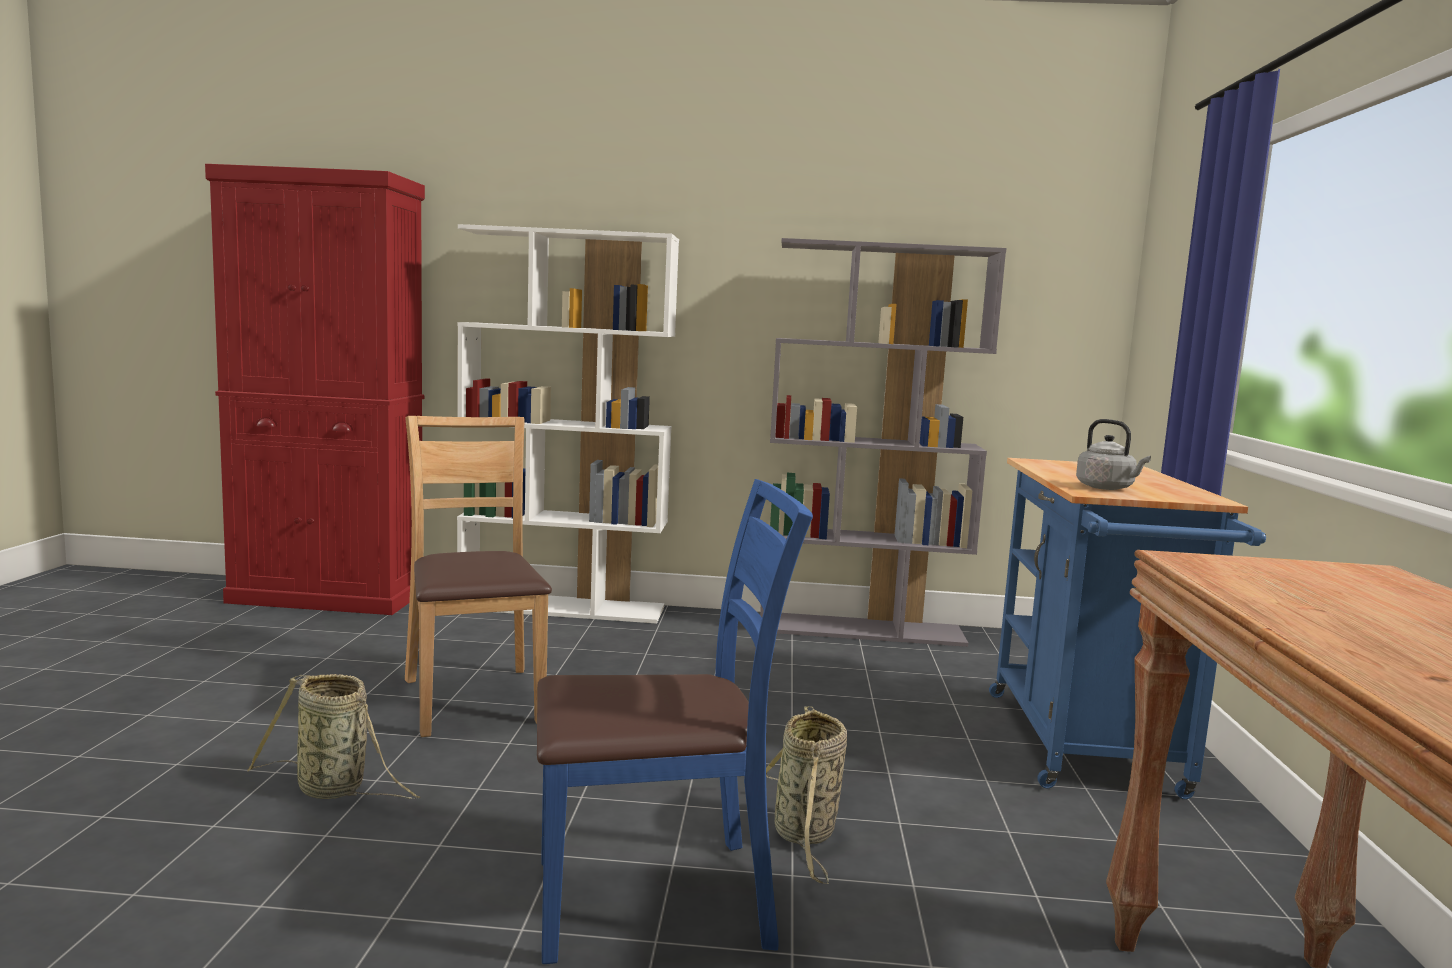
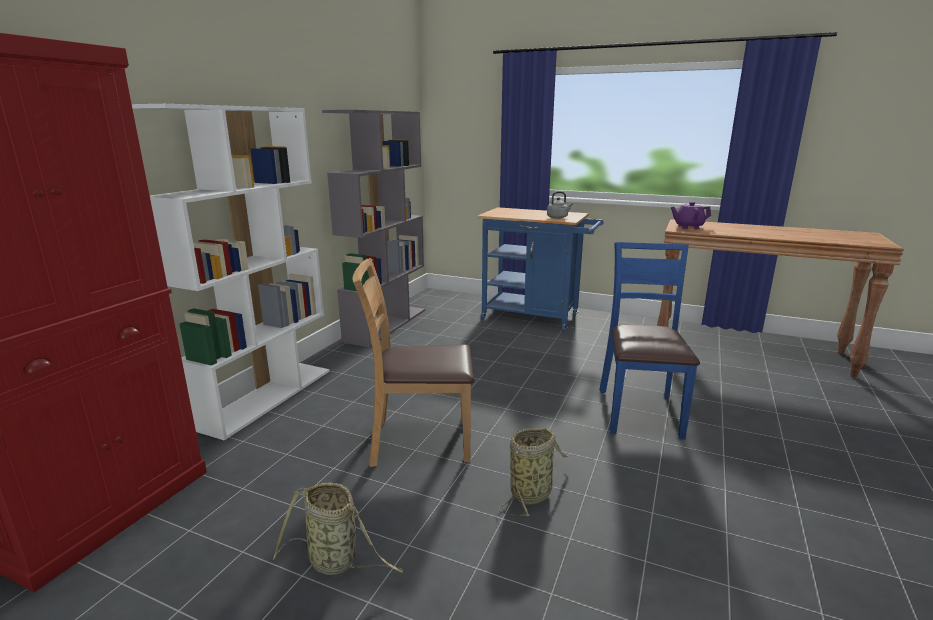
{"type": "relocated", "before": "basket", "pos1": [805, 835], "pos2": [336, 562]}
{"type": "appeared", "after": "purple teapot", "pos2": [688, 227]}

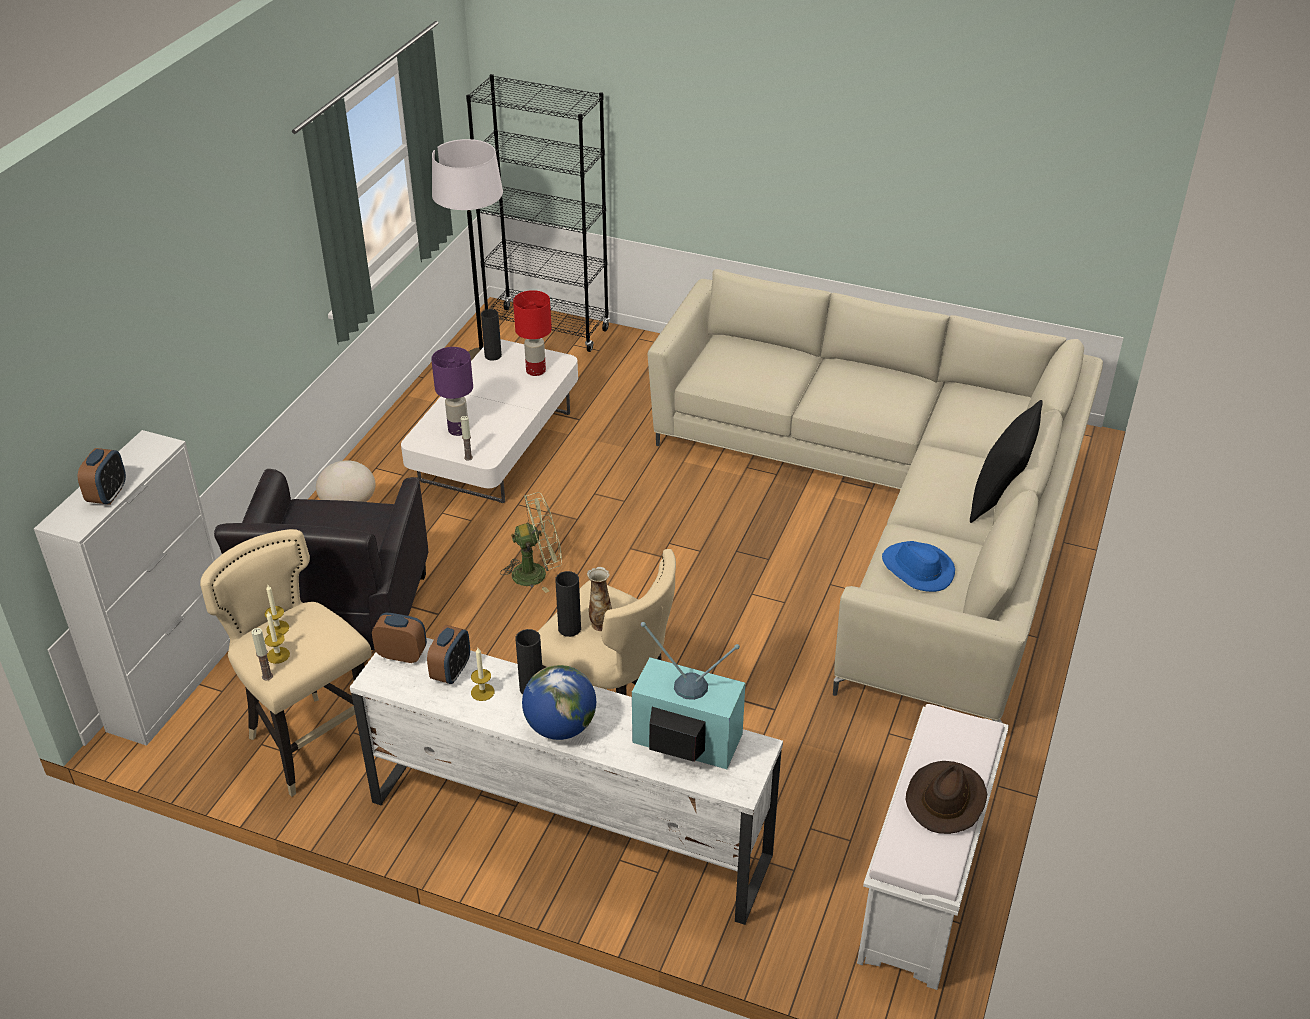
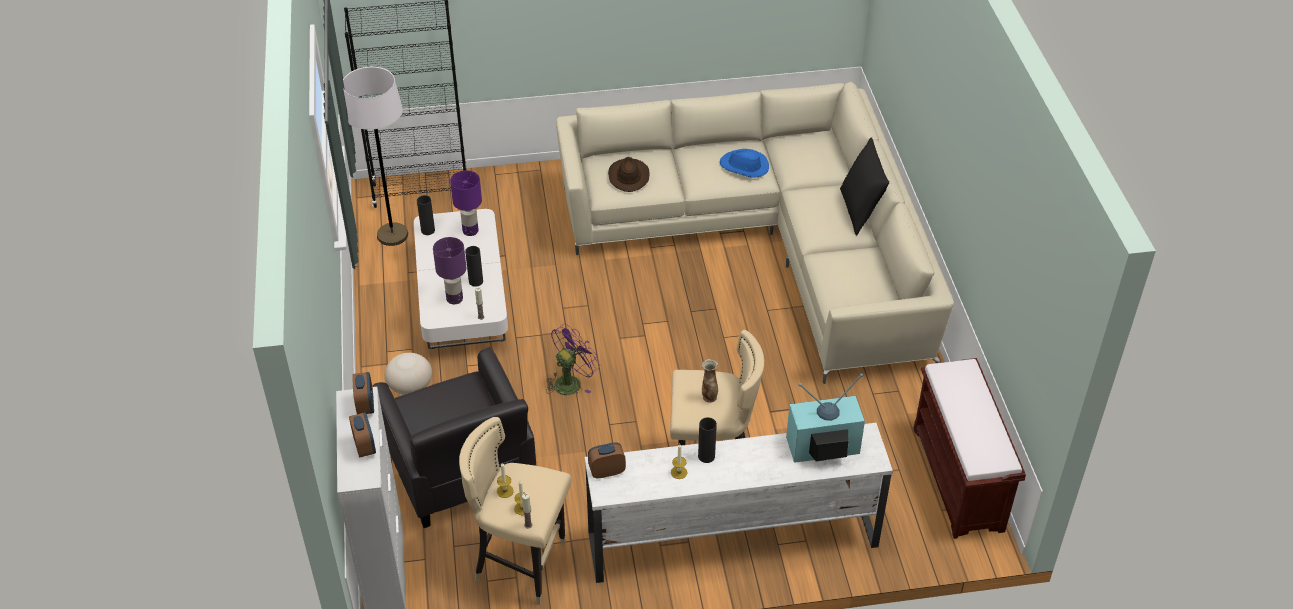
{"type": "relocated", "before": "alarm clock", "pos1": [451, 672], "pos2": [365, 405]}
{"type": "colour", "before": "red table lamp", "after": "purple table lamp", "pos1": [536, 370], "pos2": [470, 230]}
{"type": "relocated", "before": "black vase", "pos1": [569, 628], "pos2": [476, 281]}
{"type": "colour", "before": "green fan", "after": "purple fan", "pos1": [537, 572], "pos2": [571, 381]}
{"type": "relocated", "before": "brown hat", "pos1": [946, 799], "pos2": [628, 176]}
{"type": "relocated", "before": "blue hat", "pos1": [916, 569], "pos2": [744, 166]}
{"type": "colour", "before": "white bench", "after": "brown bench", "pos1": [923, 890], "pos2": [959, 480]}
{"type": "missing", "before": "globe", "pos1": [560, 727]}

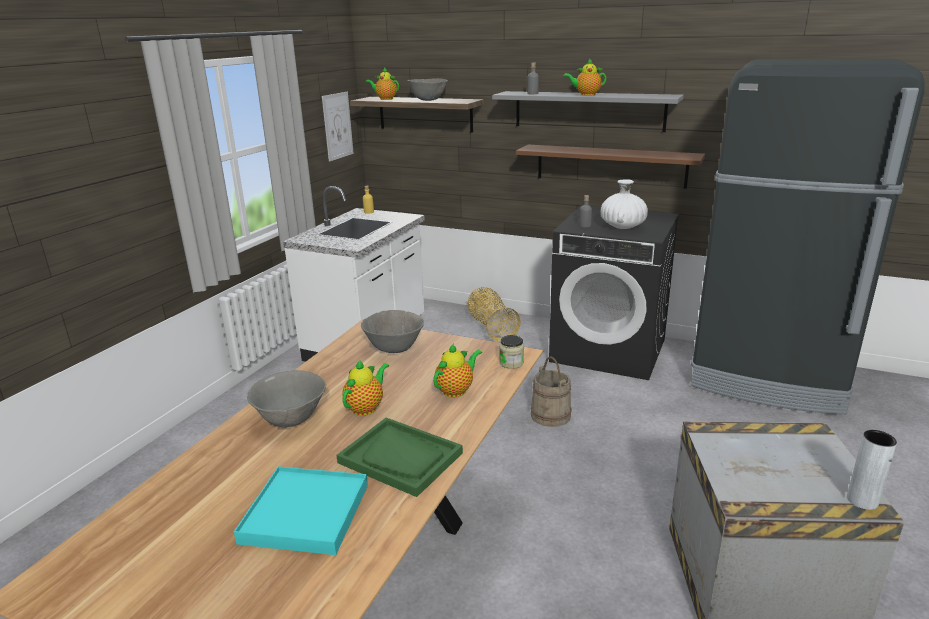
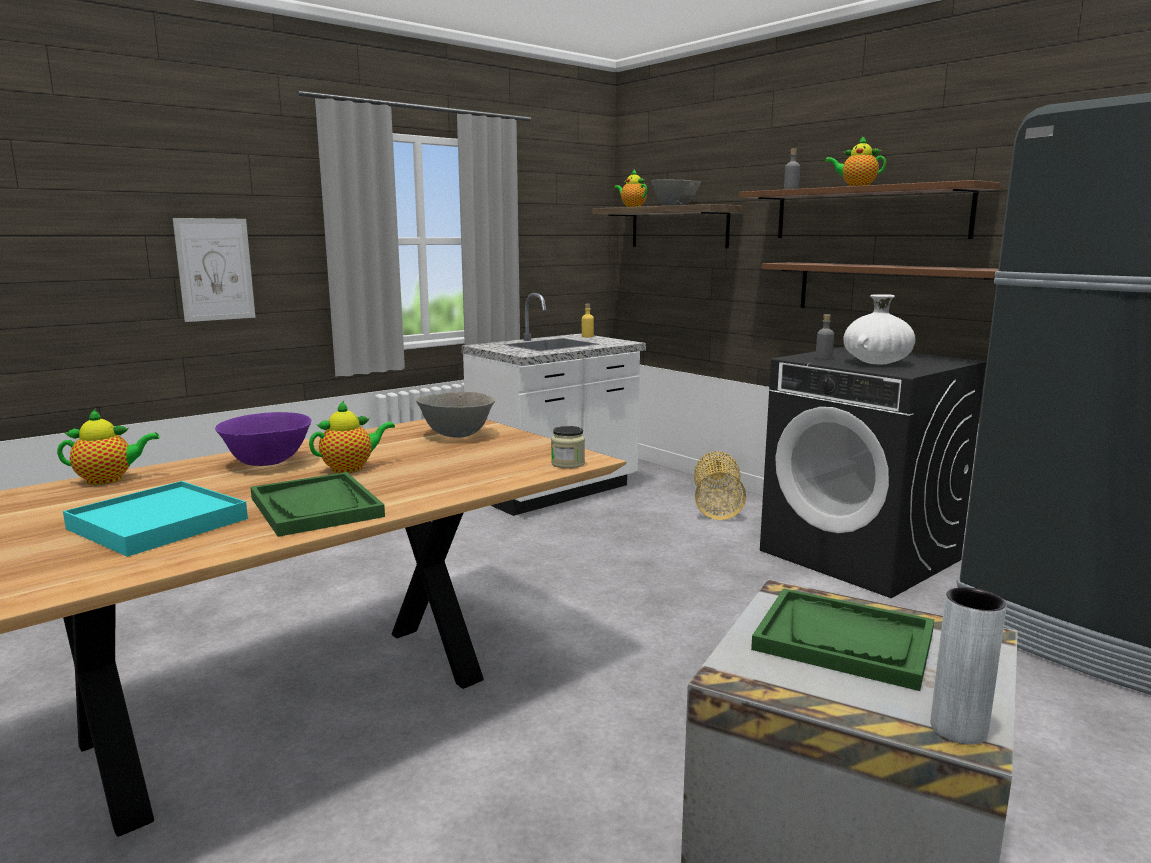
{"type": "relocated", "before": "teapot", "pos1": [456, 390], "pos2": [109, 479]}
{"type": "relocated", "before": "picture", "pos1": [337, 126], "pos2": [215, 269]}
{"type": "colour", "before": "grey bowl", "after": "purple bowl", "pos1": [291, 419], "pos2": [268, 463]}
{"type": "colour", "before": "grey shelf", "after": "brown shelf", "pos1": [588, 111], "pos2": [868, 213]}
{"type": "appeared", "after": "green tray", "pos2": [844, 641]}
{"type": "missing", "before": "beige bucket", "pos1": [551, 415]}

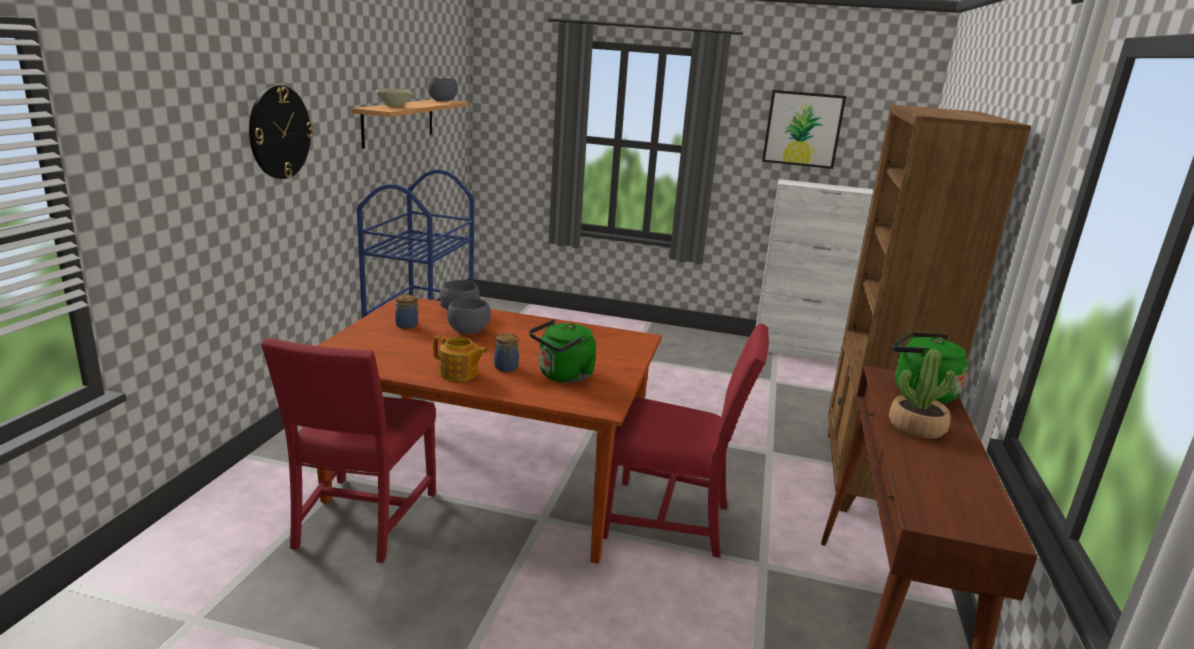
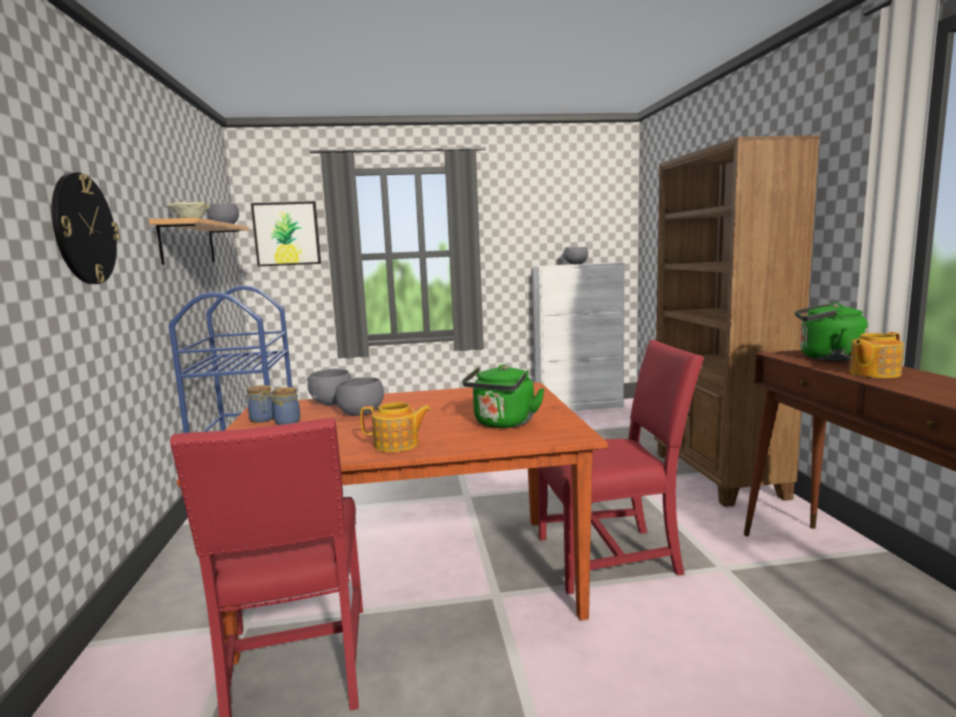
{"type": "relocated", "before": "jar", "pos1": [506, 368], "pos2": [262, 420]}
{"type": "relocated", "before": "picture", "pos1": [803, 129], "pos2": [286, 234]}
{"type": "appeared", "after": "grey bowl", "pos2": [576, 264]}
{"type": "exchanged", "before": "potted plant", "after": "teapot", "pos1": [916, 427], "pos2": [873, 373]}

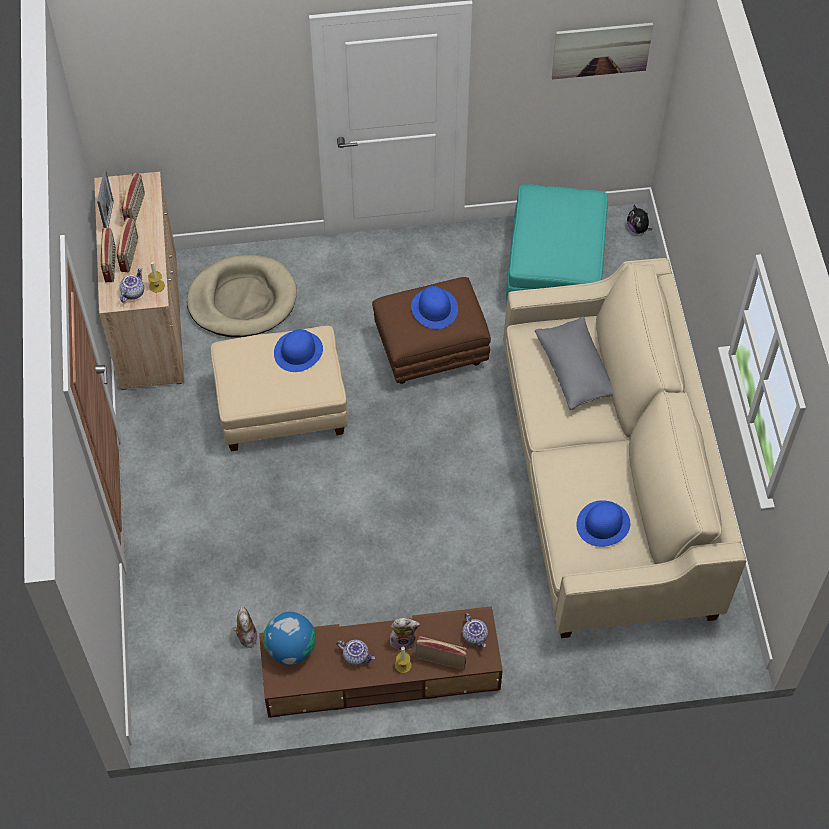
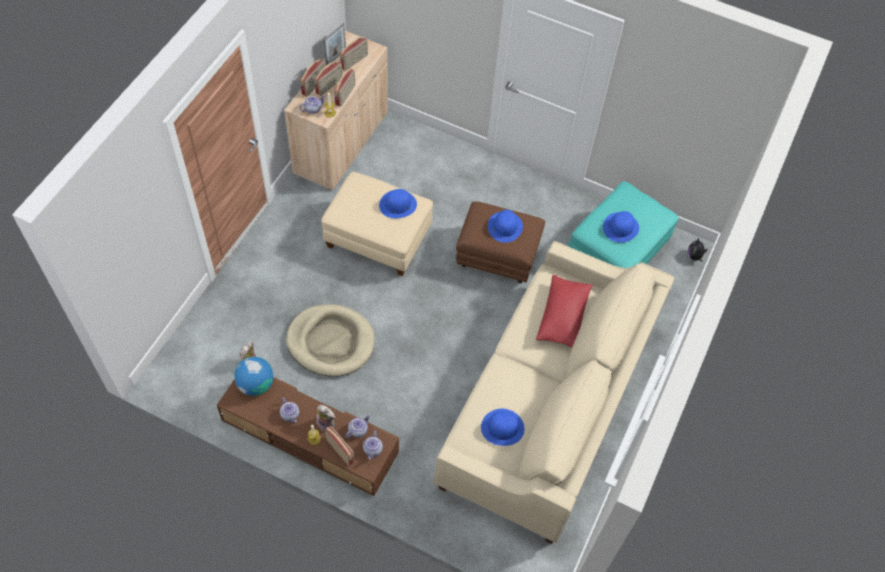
{"type": "relocated", "before": "beige dog bed", "pos1": [242, 299], "pos2": [331, 342]}
{"type": "appeared", "after": "radio", "pos2": [345, 95]}
{"type": "appeared", "after": "teapot", "pos2": [358, 430]}
{"type": "colour", "before": "grey pillow", "after": "red pillow", "pos1": [575, 370], "pos2": [563, 317]}
{"type": "appeared", "after": "blue hat", "pos2": [620, 227]}
{"type": "missing", "before": "picture", "pos1": [601, 50]}

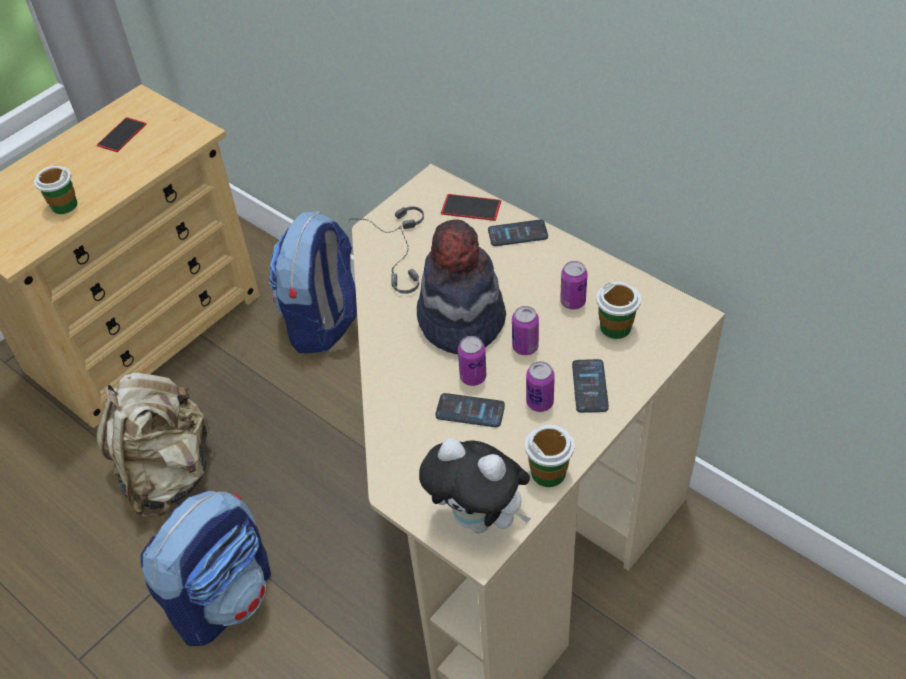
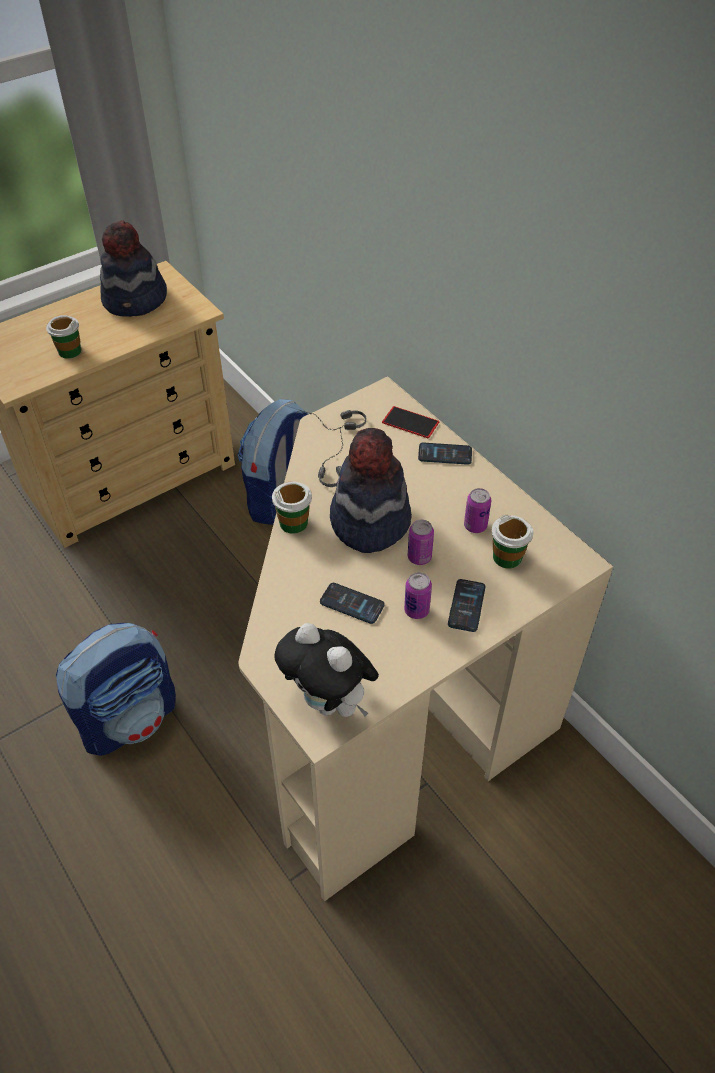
{"type": "exchanged", "before": "phone", "after": "hat", "pos1": [122, 135], "pos2": [136, 300]}
{"type": "relocated", "before": "cup", "pos1": [548, 472], "pos2": [294, 523]}
{"type": "missing", "before": "beige backpack", "pos1": [168, 474]}
{"type": "missing", "before": "can", "pos1": [473, 377]}

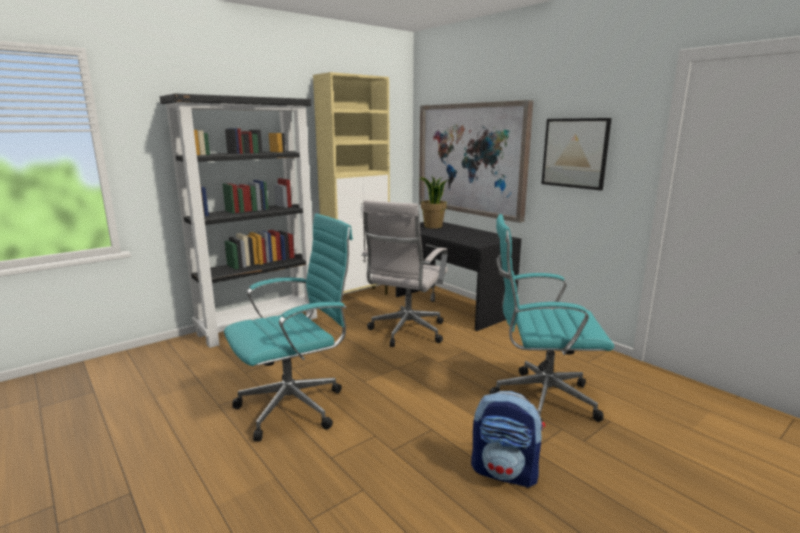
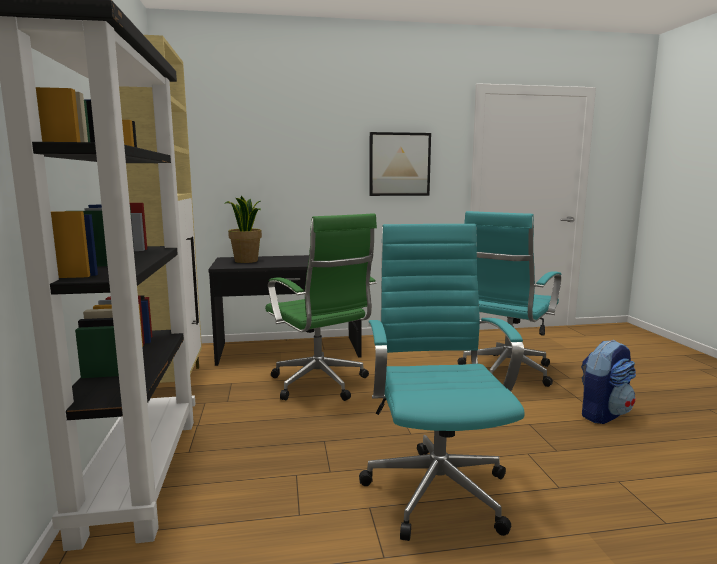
{"type": "colour", "before": "white office chair", "after": "green office chair", "pos1": [406, 332], "pos2": [321, 385]}
{"type": "missing", "before": "picture", "pos1": [471, 159]}

